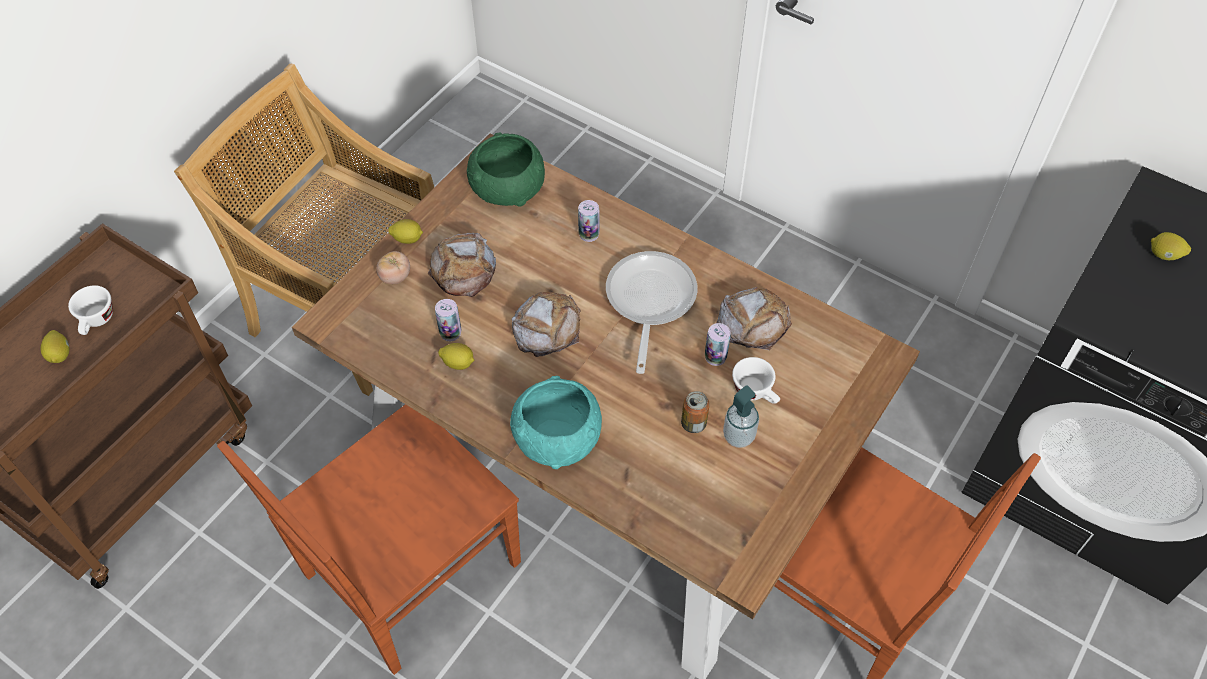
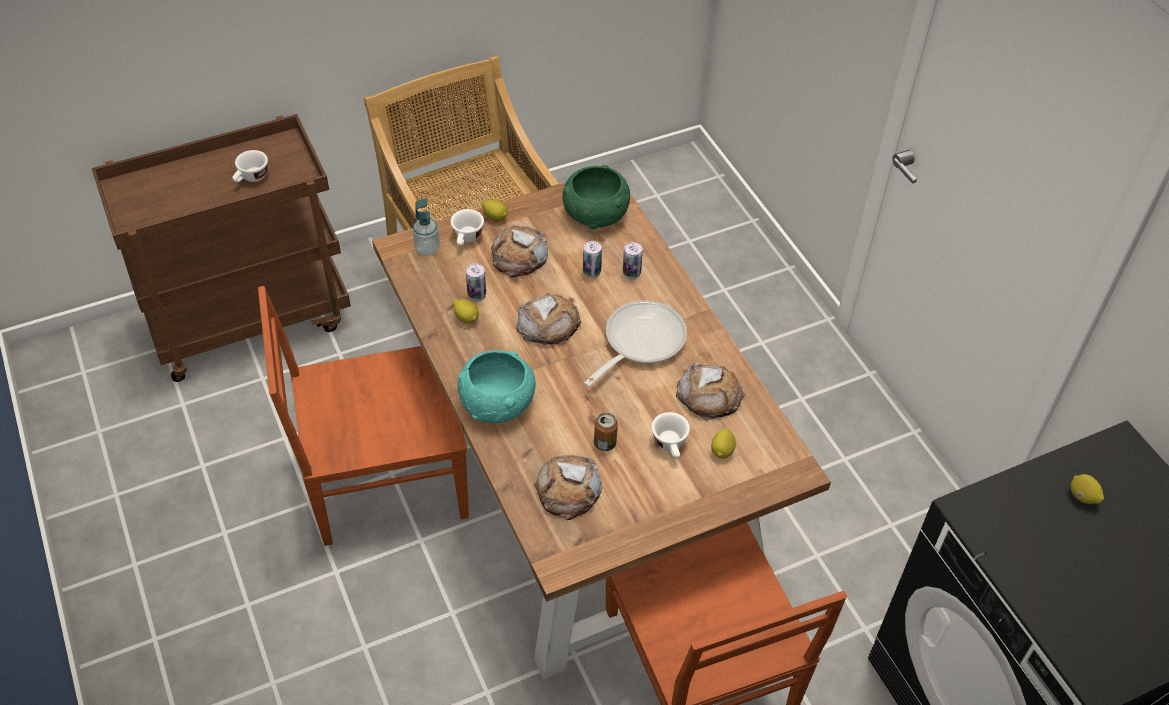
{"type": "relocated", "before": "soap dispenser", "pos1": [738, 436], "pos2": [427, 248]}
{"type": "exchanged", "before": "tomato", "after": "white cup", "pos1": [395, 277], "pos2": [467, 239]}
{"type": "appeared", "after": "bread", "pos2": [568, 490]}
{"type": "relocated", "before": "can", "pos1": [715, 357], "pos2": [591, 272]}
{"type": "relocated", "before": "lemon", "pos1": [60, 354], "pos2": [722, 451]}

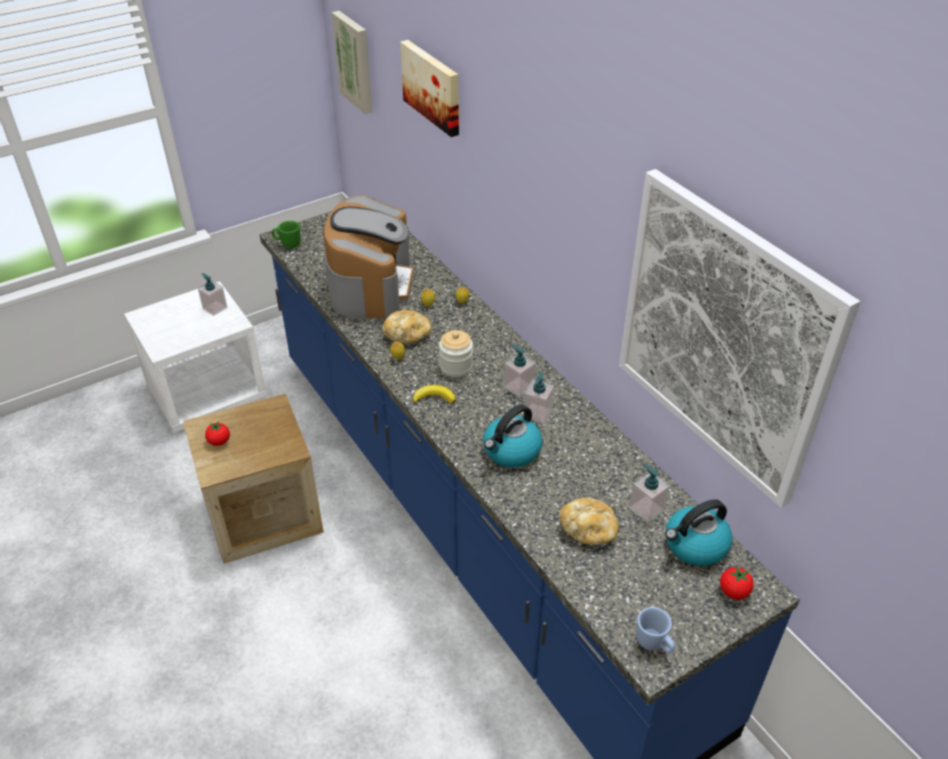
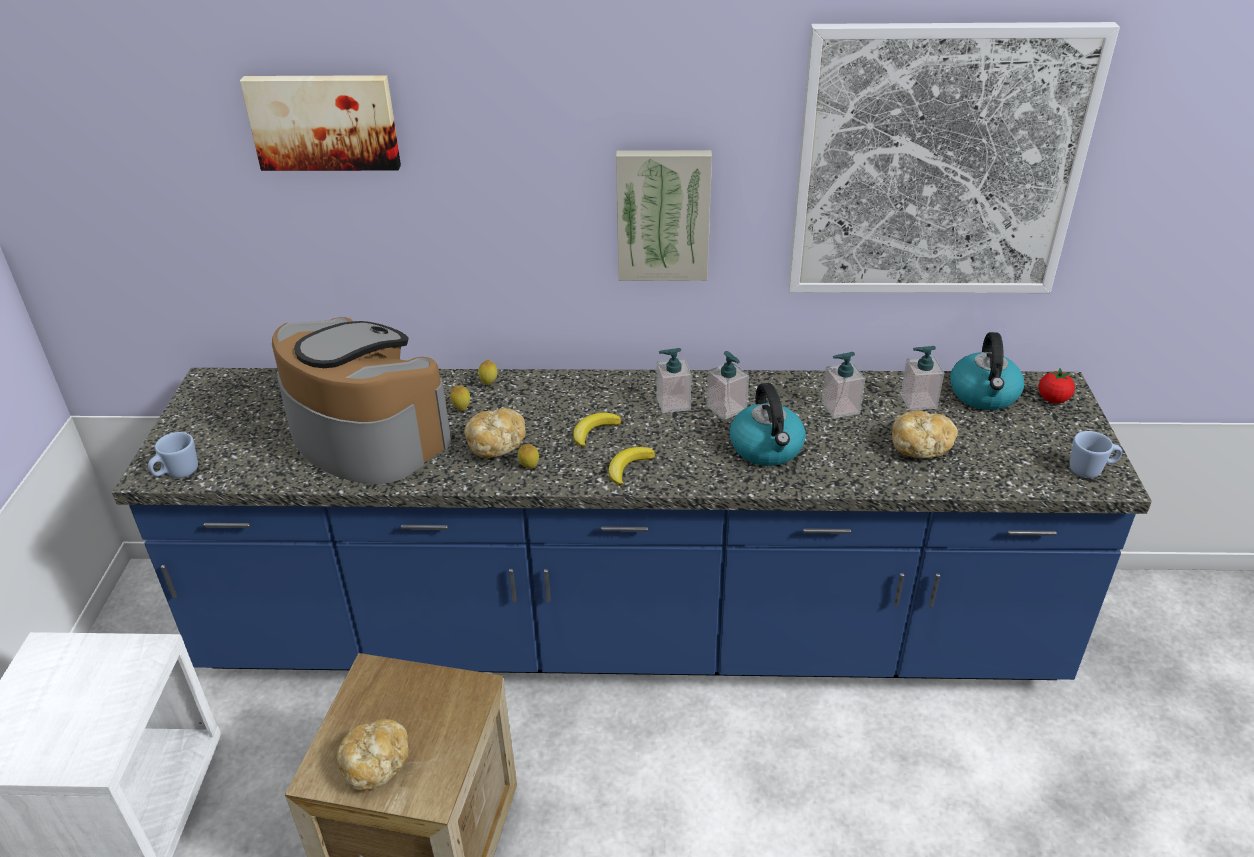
{"type": "colour", "before": "green mug", "after": "blue mug", "pos1": [287, 244], "pos2": [177, 474]}
{"type": "exchanged", "before": "tomato", "after": "bread", "pos1": [219, 441], "pos2": [376, 764]}
{"type": "exchanged", "before": "jar", "after": "banana", "pos1": [456, 367], "pos2": [594, 431]}
{"type": "relocated", "before": "picture", "pos1": [356, 62], "pos2": [663, 214]}
{"type": "relocated", "before": "soap dispenser", "pos1": [215, 308], "pos2": [840, 408]}

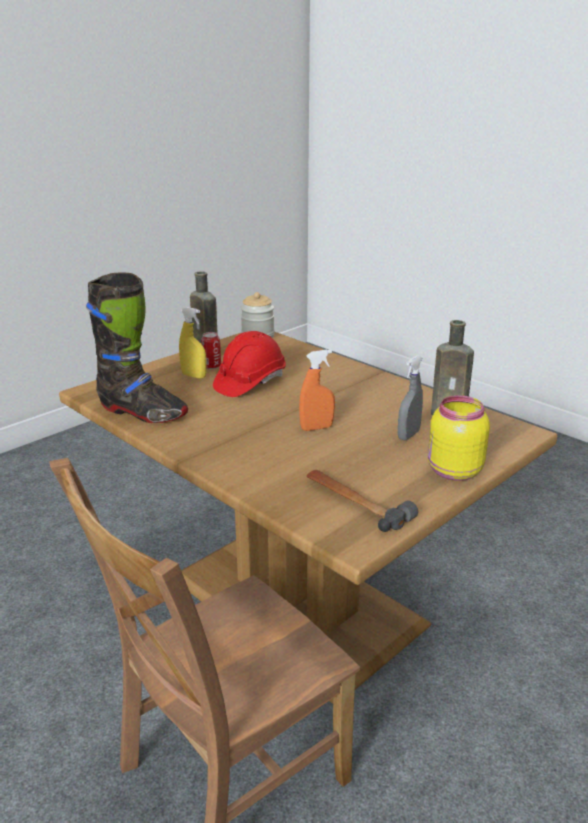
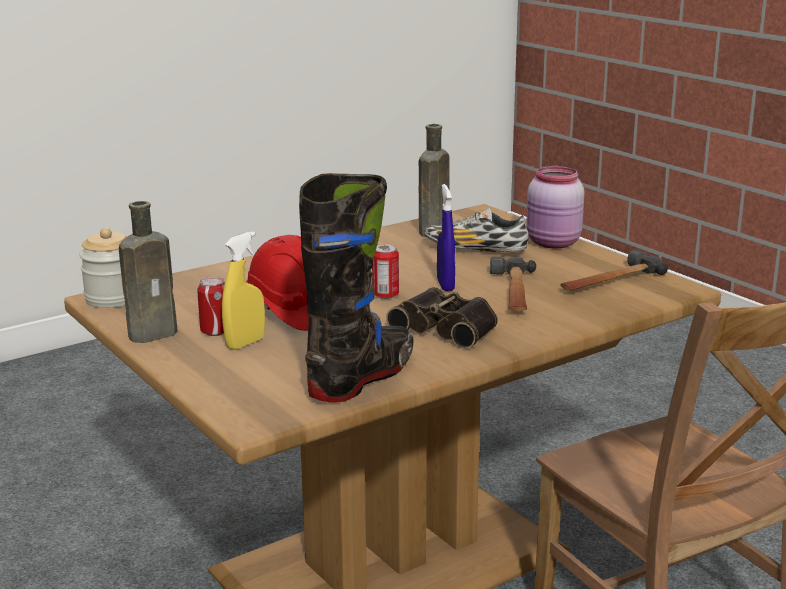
{"type": "appeared", "after": "can", "pos2": [385, 295]}
{"type": "appeared", "after": "binoculars", "pos2": [448, 328]}
{"type": "exchanged", "before": "grey spray bottle", "after": "shoe", "pos1": [408, 435], "pos2": [475, 250]}
{"type": "colour", "before": "orange spray bottle", "after": "blue spray bottle", "pos1": [316, 428], "pos2": [445, 285]}
{"type": "appeared", "after": "hammer", "pos2": [513, 292]}
{"type": "colour", "before": "yellow jar", "after": "pink jar", "pos1": [452, 471], "pos2": [553, 243]}

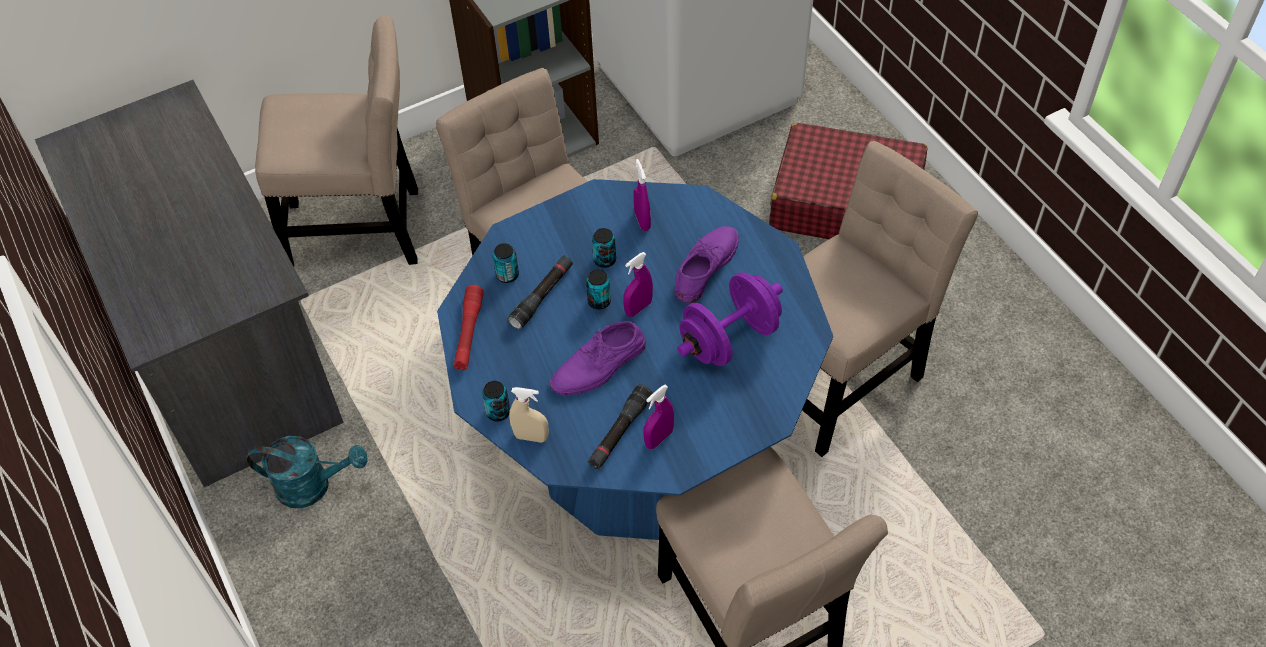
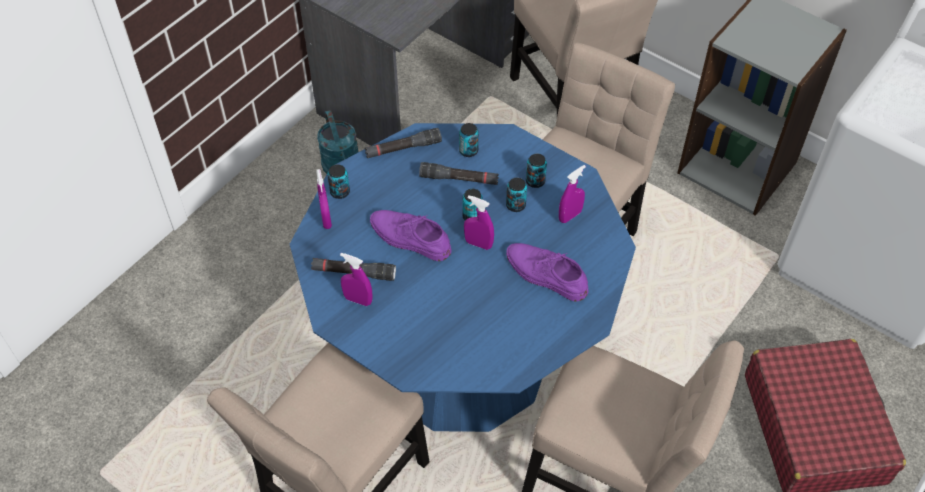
{"type": "colour", "before": "beige spray bottle", "after": "purple spray bottle", "pos1": [531, 437], "pos2": [326, 219]}
{"type": "colour", "before": "red flashlight", "after": "black flashlight", "pos1": [468, 333], "pos2": [403, 148]}
{"type": "spun", "before": "purple shoe", "pos1": [705, 266], "pos2": [545, 275], "turn": -150}
{"type": "appeared", "after": "can", "pos2": [535, 181]}
{"type": "missing", "before": "purple dumbbell", "pos1": [729, 339]}

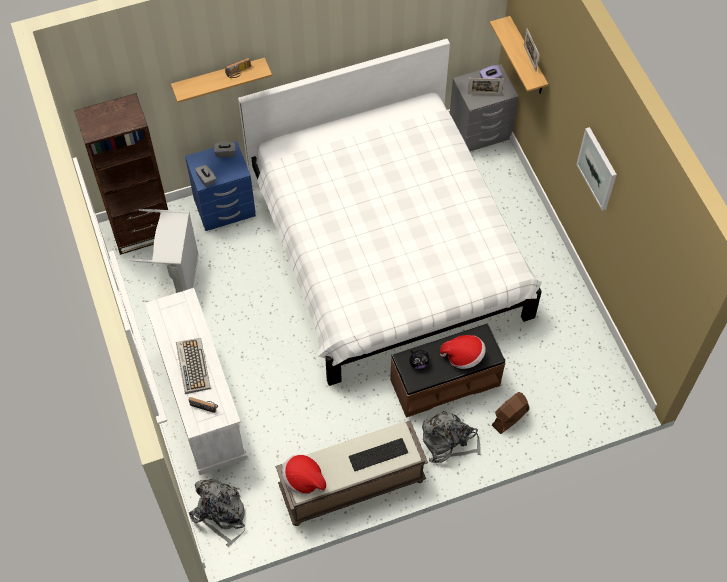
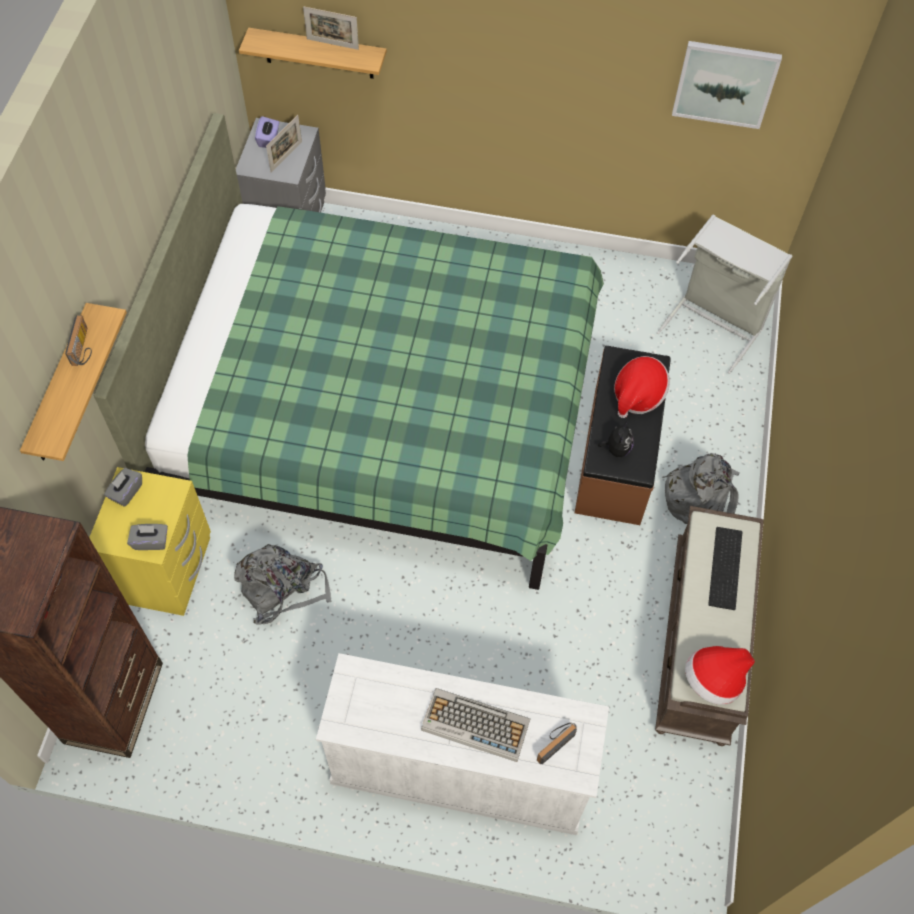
{"type": "colour", "before": "blue nightstand", "after": "yellow nightstand", "pos1": [225, 208], "pos2": [166, 570]}
{"type": "colour", "before": "white bed", "after": "green bed", "pos1": [387, 250], "pos2": [382, 412]}
{"type": "relocated", "before": "grey backpack", "pos1": [221, 514], "pos2": [282, 588]}
{"type": "relocated", "before": "grey laundry basket", "pos1": [178, 279], "pos2": [715, 324]}
{"type": "relocated", "before": "picture", "pos1": [598, 168], "pos2": [725, 83]}
{"type": "missing", "before": "brown fan", "pos1": [510, 417]}

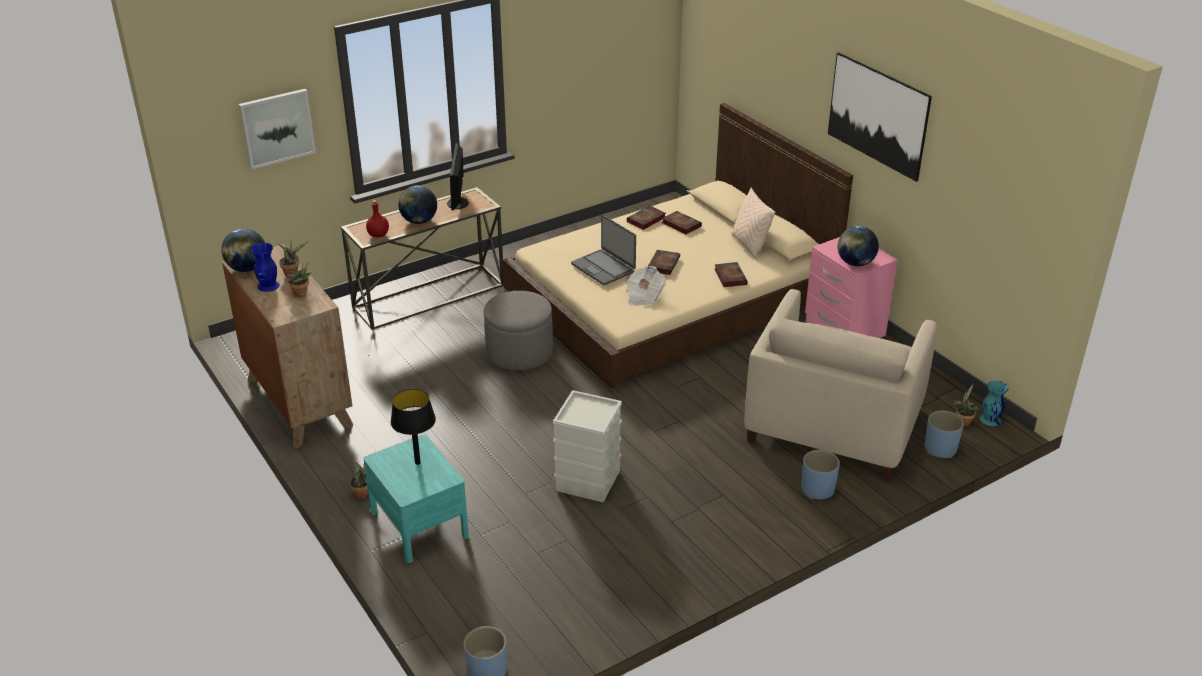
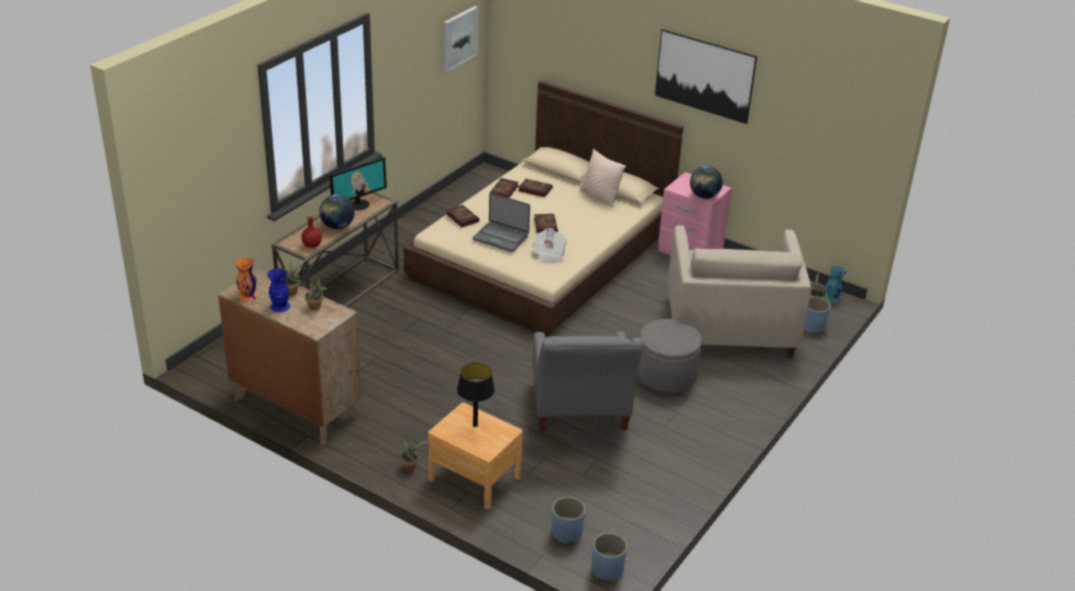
{"type": "exchanged", "before": "globe", "after": "orange vase", "pos1": [247, 268], "pos2": [247, 295]}
{"type": "spun", "before": "monitor", "pos1": [458, 203], "pos2": [358, 204], "turn": -105}
{"type": "colour", "before": "turquoise nightstand", "after": "brown nightstand", "pos1": [419, 524], "pos2": [474, 478]}
{"type": "relocated", "before": "picture", "pos1": [277, 128], "pos2": [459, 38]}
{"type": "relocated", "before": "book", "pos1": [729, 276], "pos2": [461, 218]}
{"type": "exchanged", "before": "grey storage box", "after": "grey armchair", "pos1": [587, 481], "pos2": [580, 412]}
{"type": "relocated", "before": "blue planter", "pos1": [817, 489], "pos2": [567, 533]}
{"type": "relocated", "before": "grey ottoman", "pos1": [519, 352], "pos2": [666, 375]}

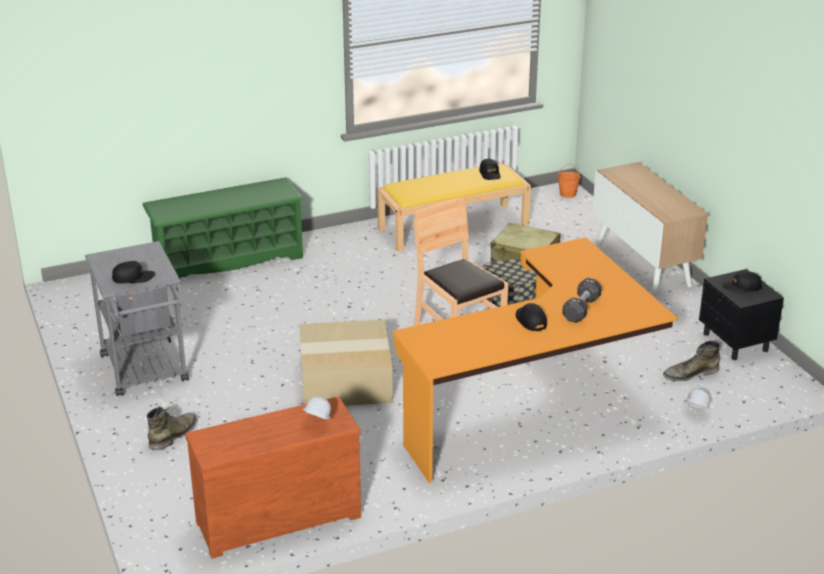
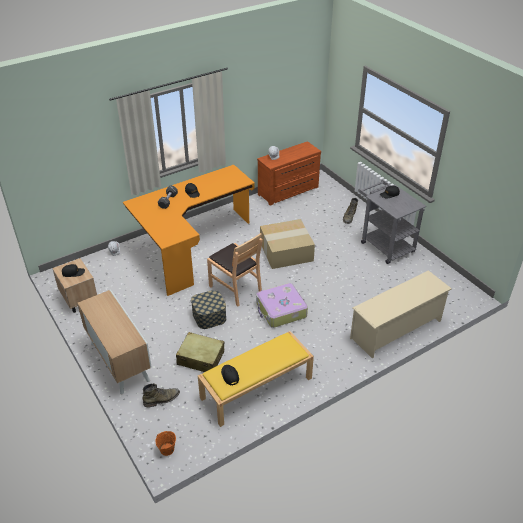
{"type": "colour", "before": "black nightstand", "after": "beige nightstand", "pos1": [735, 343], "pos2": [79, 299]}
{"type": "relocated", "before": "green boot", "pos1": [690, 374], "pos2": [162, 399]}
{"type": "appeared", "after": "suitcase", "pos2": [281, 310]}
{"type": "colour", "before": "green shoe rack", "after": "beige shoe rack", "pos1": [228, 260], "pos2": [396, 329]}

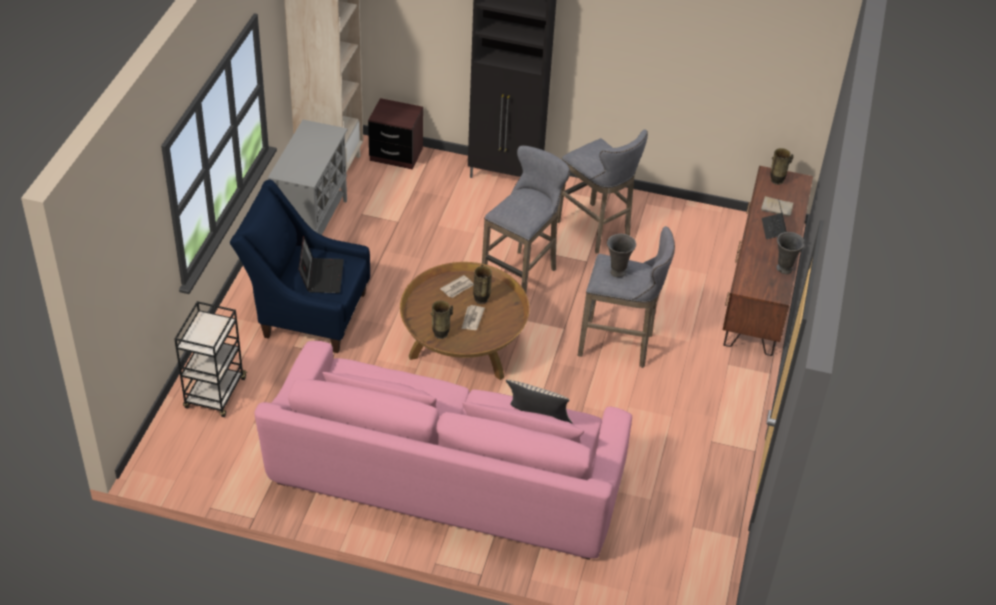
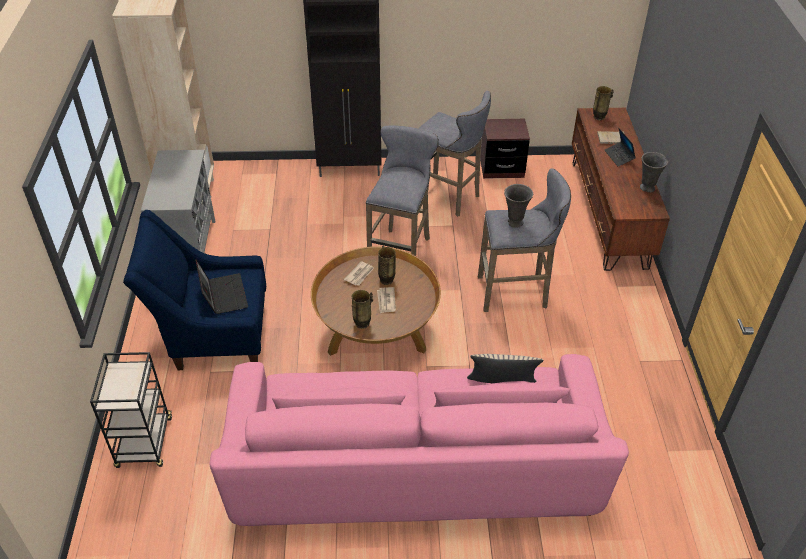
{"type": "relocated", "before": "brown nightstand", "pos1": [396, 155], "pos2": [502, 168]}

